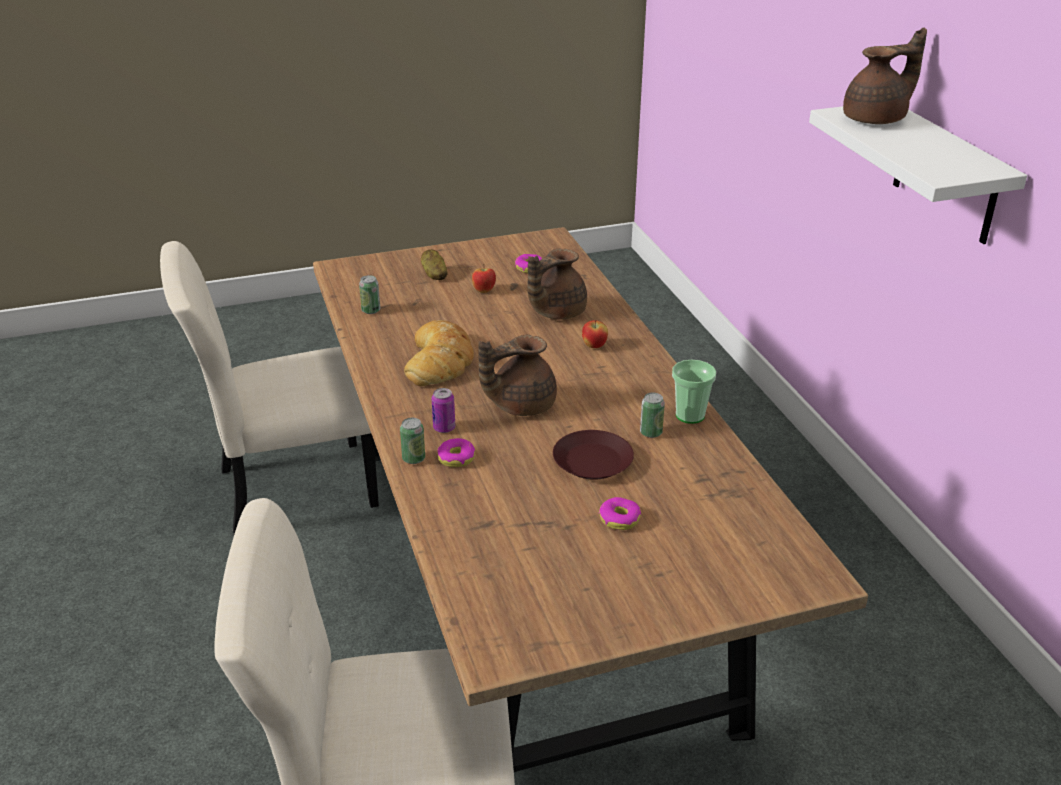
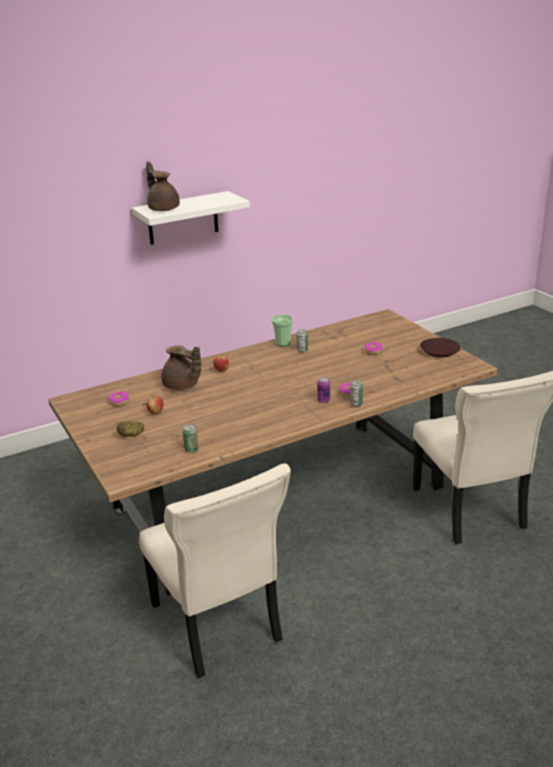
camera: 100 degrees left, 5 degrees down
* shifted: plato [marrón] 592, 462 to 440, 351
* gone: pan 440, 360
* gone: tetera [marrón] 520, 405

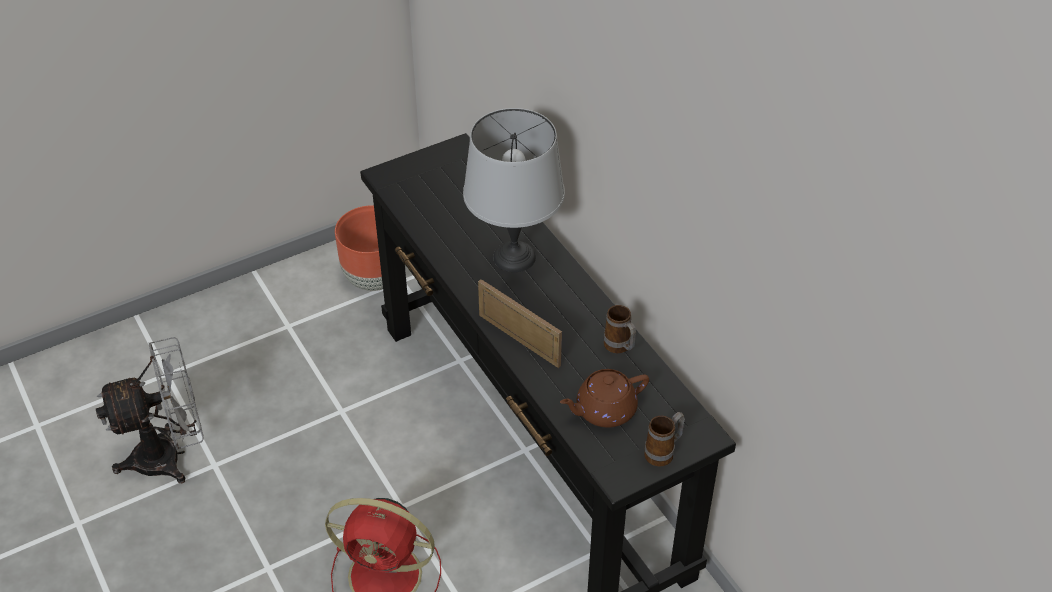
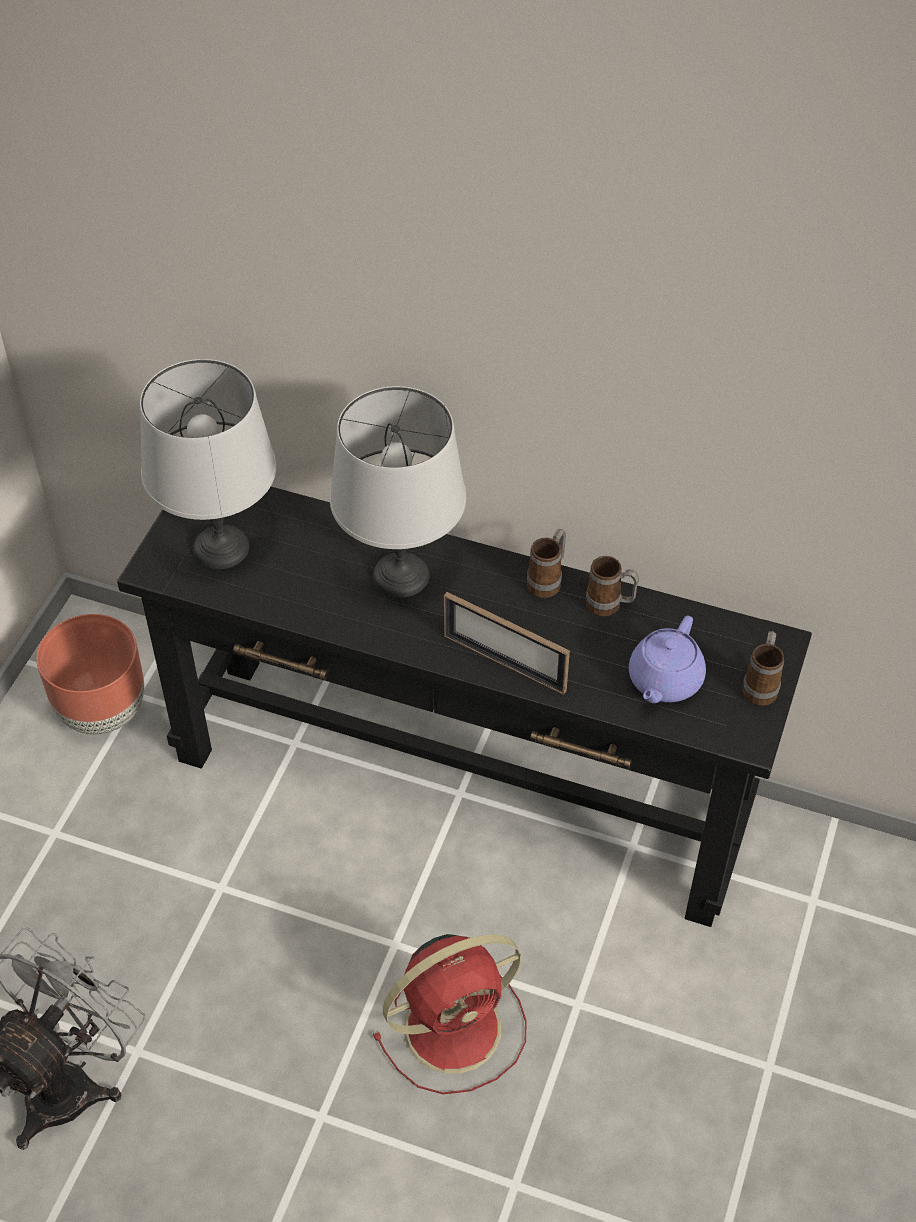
camera: 40 degrees left, 5 degrees up
* new: lámpara de mesa [gris] 220, 549
* rotated: portarretratos 519, 340 = 504, 663 150 degrees counterclockwise
* new: taza grande 548, 581
* repainted: tetera [marrón] 604, 410 to tetera [morado] 664, 681

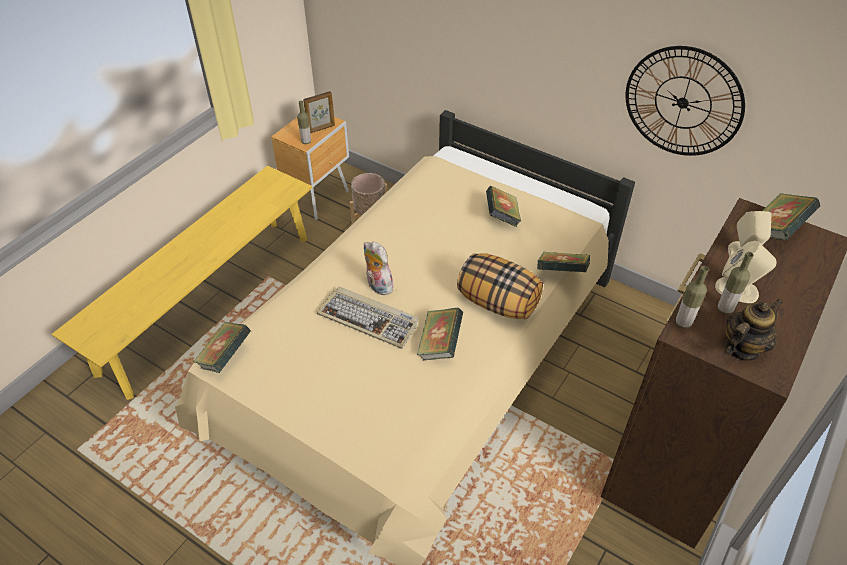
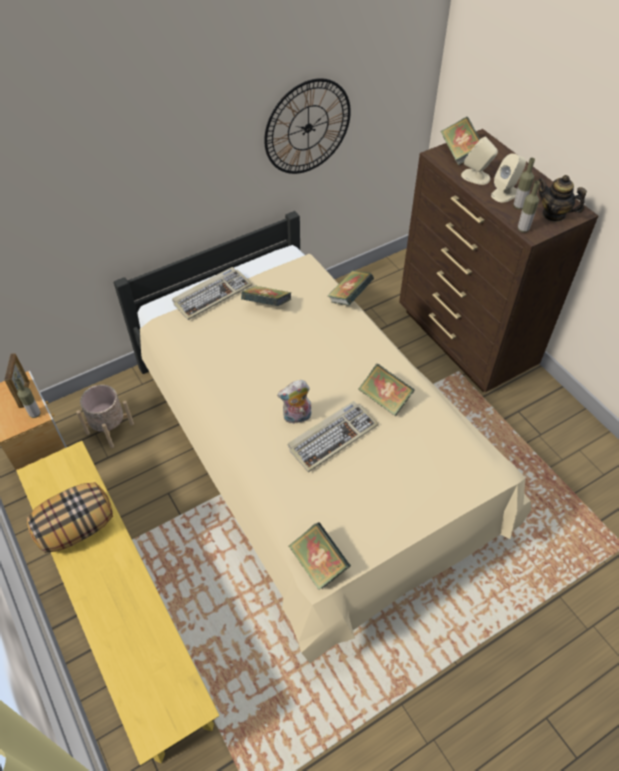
camera: 65 degrees left, 5 degrees up
* shifted: cojín 498, 302 to 77, 527
* new: teclado 212, 294
* rotated: tetera 741, 348 = 554, 214 45 degrees counterclockwise

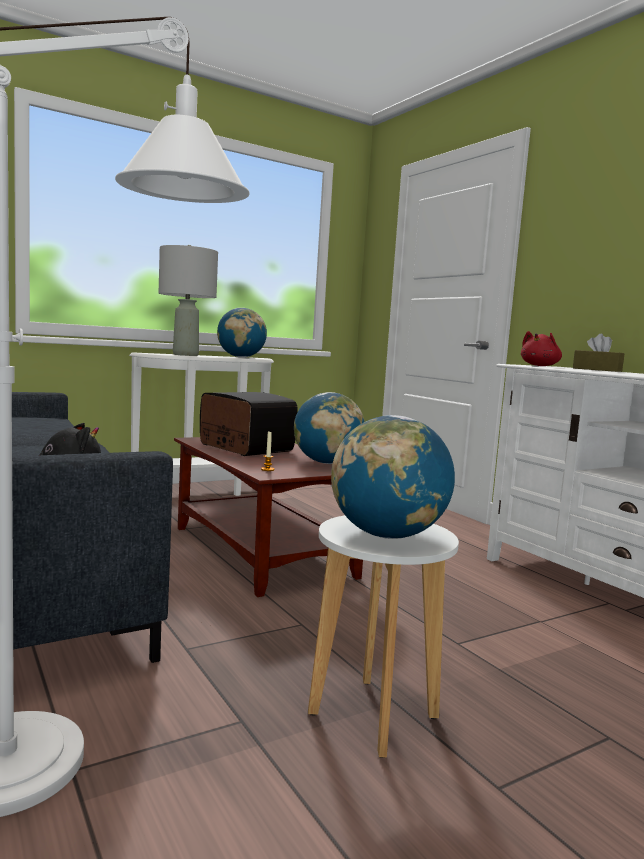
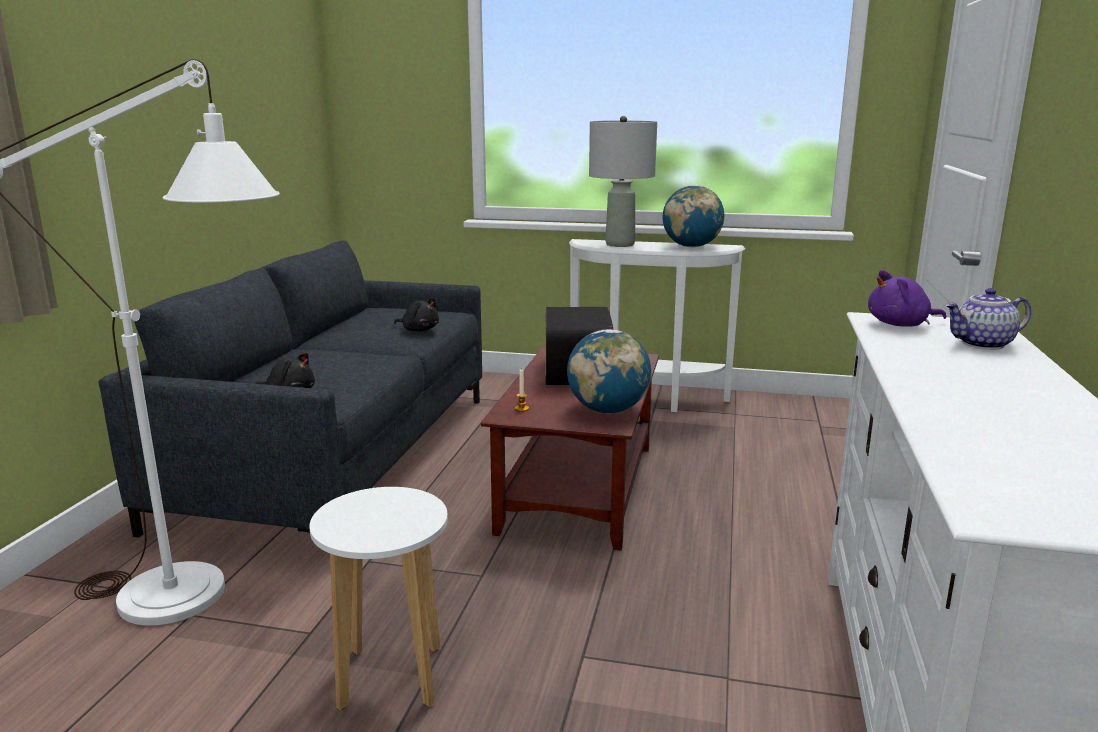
camera: 45 degrees right, 10 degrees up
* new: peluche [negro] 419, 330
* repainted: peluche [rojo] 540, 366 to peluche [morado] 901, 325
* swapped: caja de pañuelos [marrón] 597, 370 to tetera 983, 344
* gone: globo terráqueo 387, 535

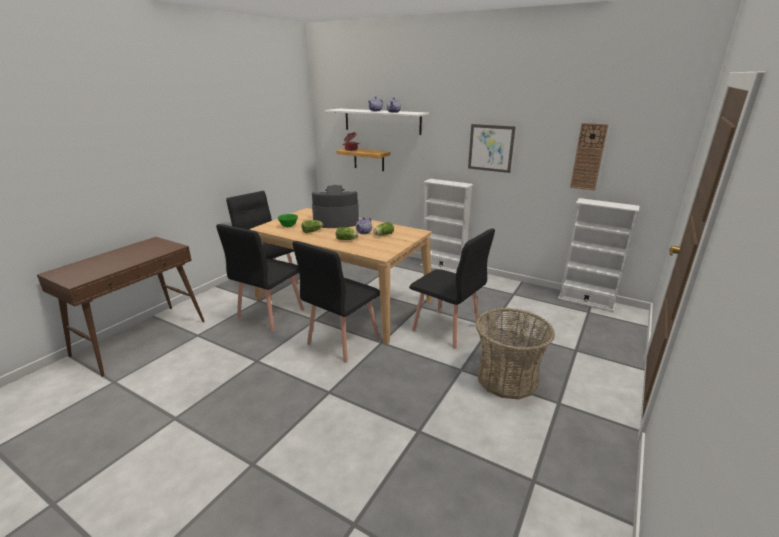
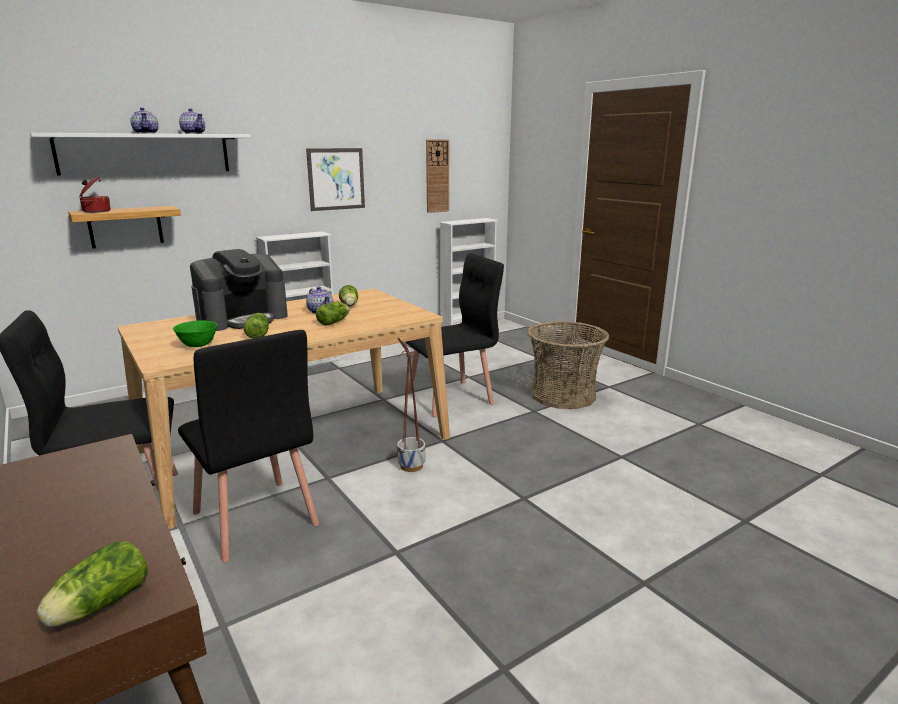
camera: 65 degrees left, 5 degrees down
* new: lechuga 97, 606
* rotated: cafetera 336, 222 = 243, 318 150 degrees counterclockwise
* swapped: silla [negro] 342, 340 to maceta 411, 466

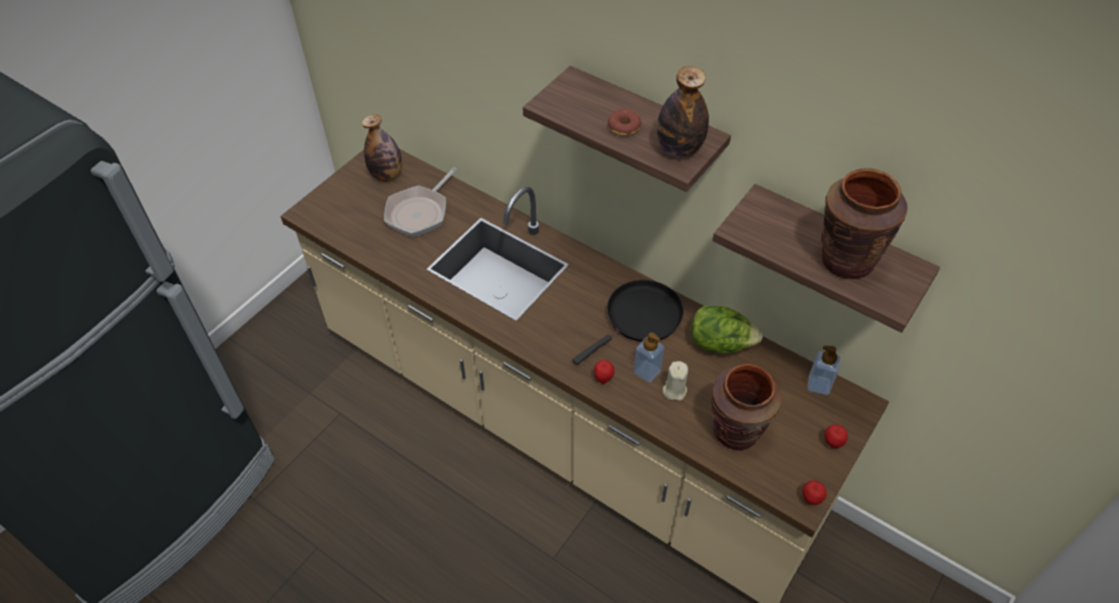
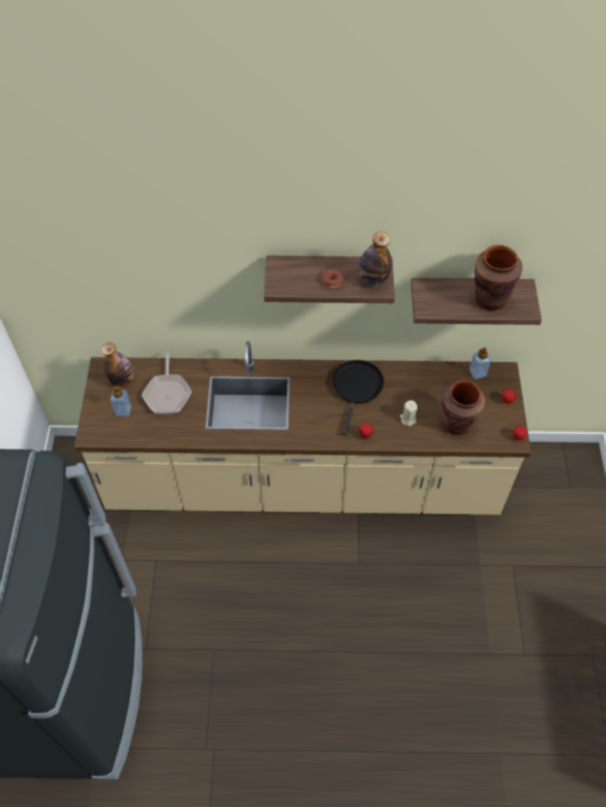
camera: 35 degrees left, 5 degrees up
* shifted: dispensador de jabón 647, 371 to 123, 410
* gone: lechuga 720, 344

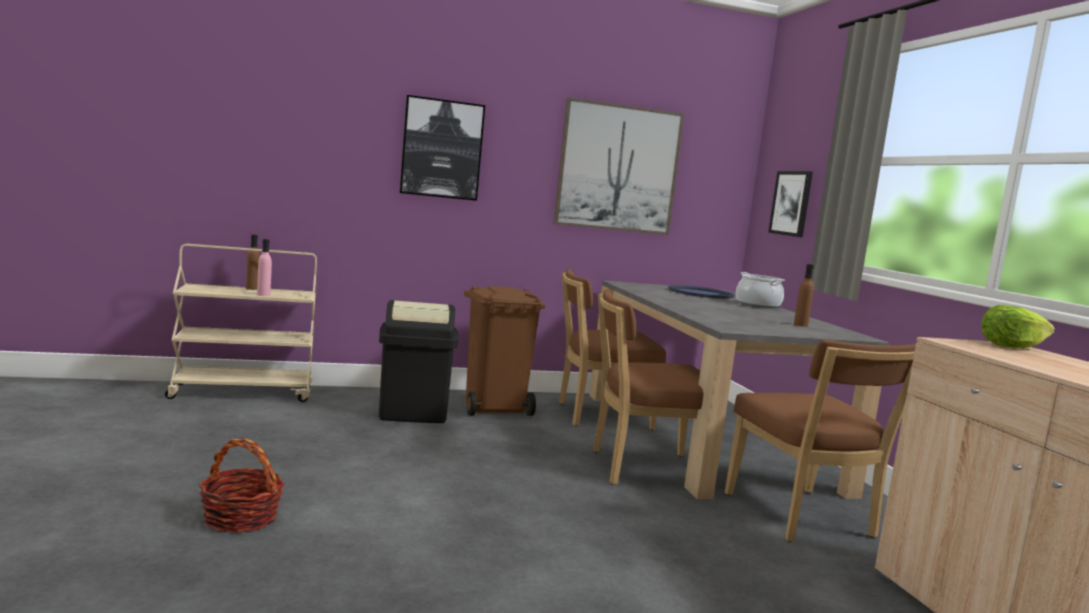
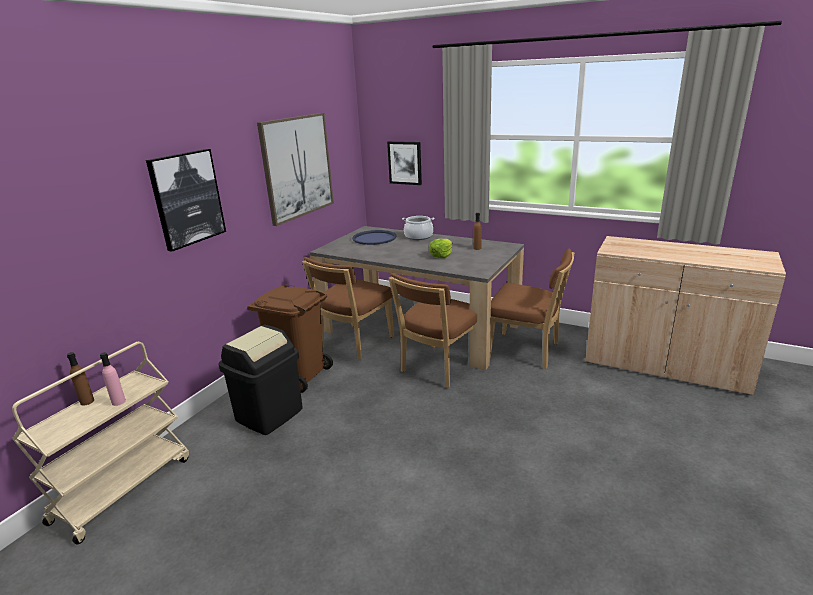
camera: 45 degrees left, 15 degrees up
* shifted: lechuga 1011, 346 to 441, 255
* gone: cesta 241, 518

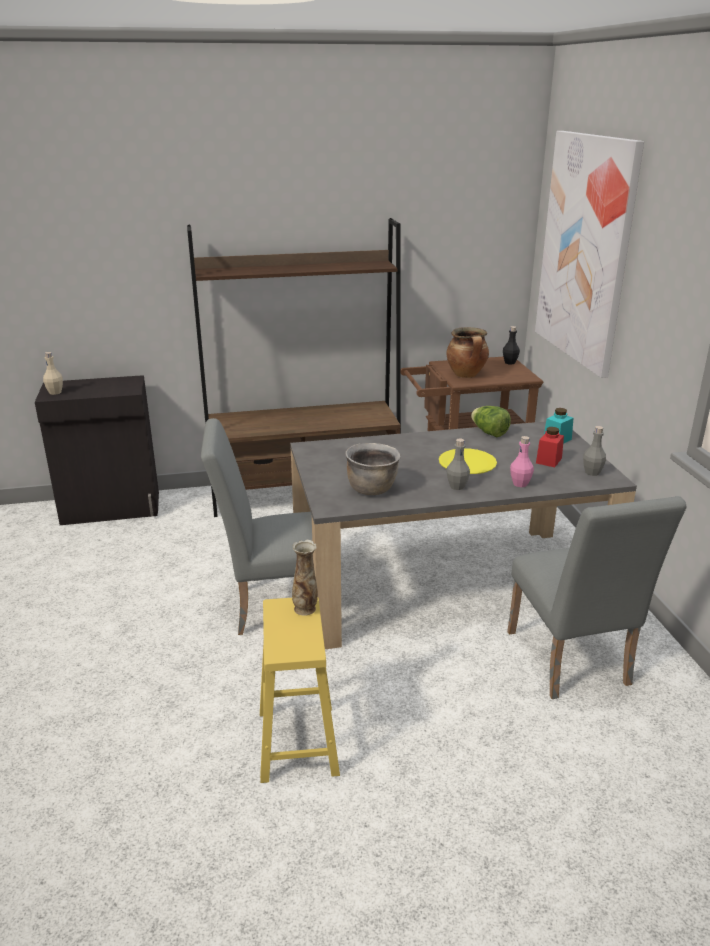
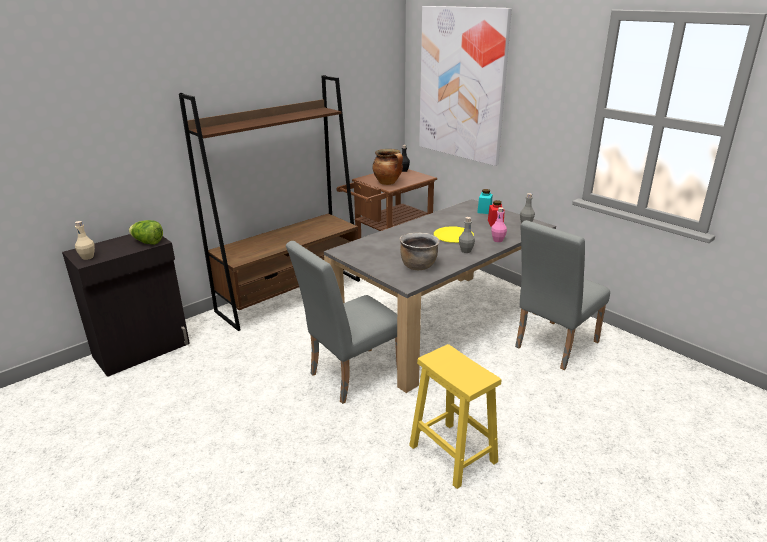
camera: 30 degrees left, 0 degrees up
* shifted: lechuga 489, 433 to 147, 242
* rotated: silla [gris] 570, 664 = 552, 346 90 degrees clockwise
* gone: florero 305, 608

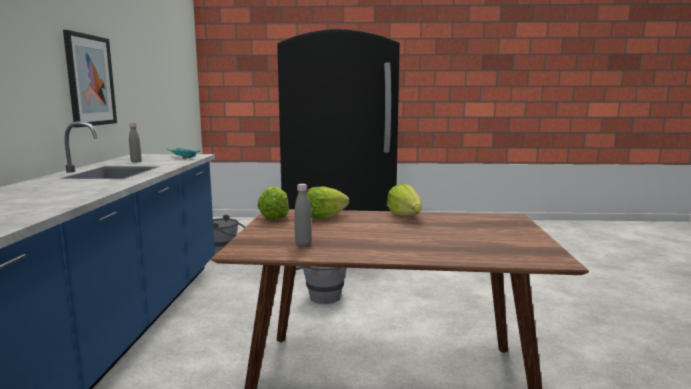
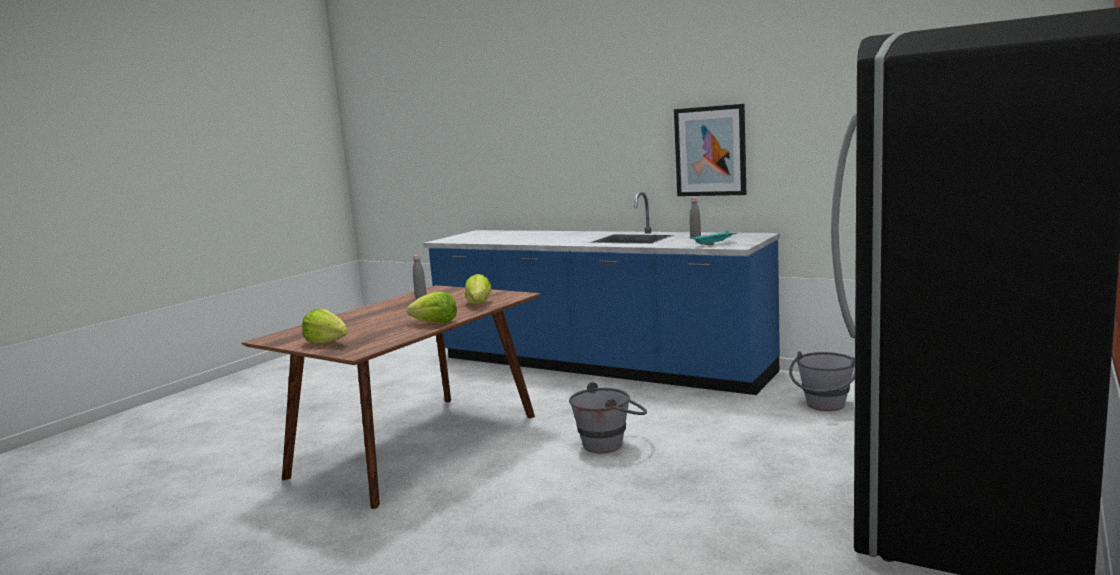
camera: 120 degrees right, 0 degrees up
* shifted: lechuga 275, 217 to 327, 342

